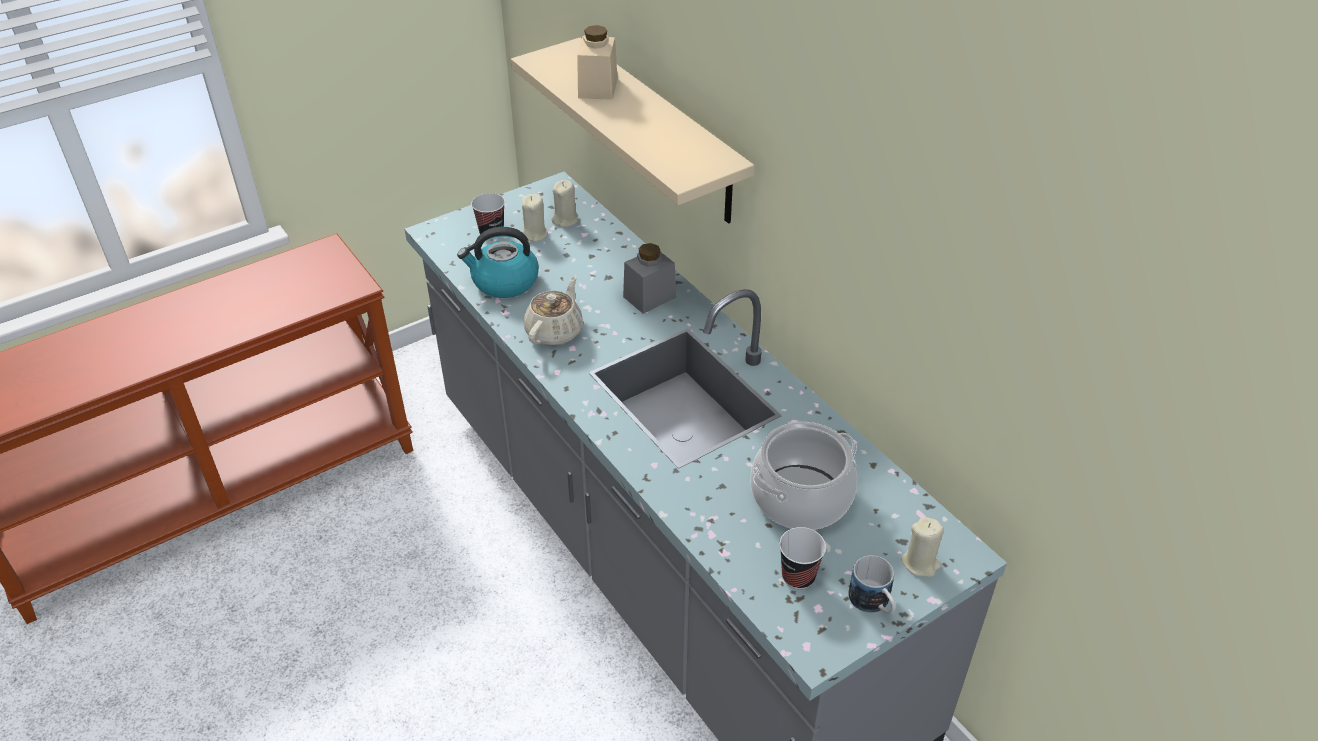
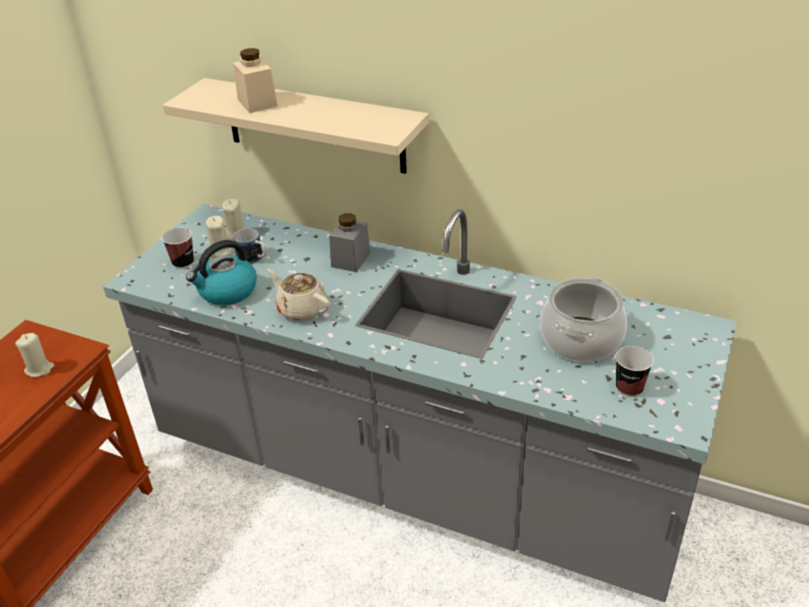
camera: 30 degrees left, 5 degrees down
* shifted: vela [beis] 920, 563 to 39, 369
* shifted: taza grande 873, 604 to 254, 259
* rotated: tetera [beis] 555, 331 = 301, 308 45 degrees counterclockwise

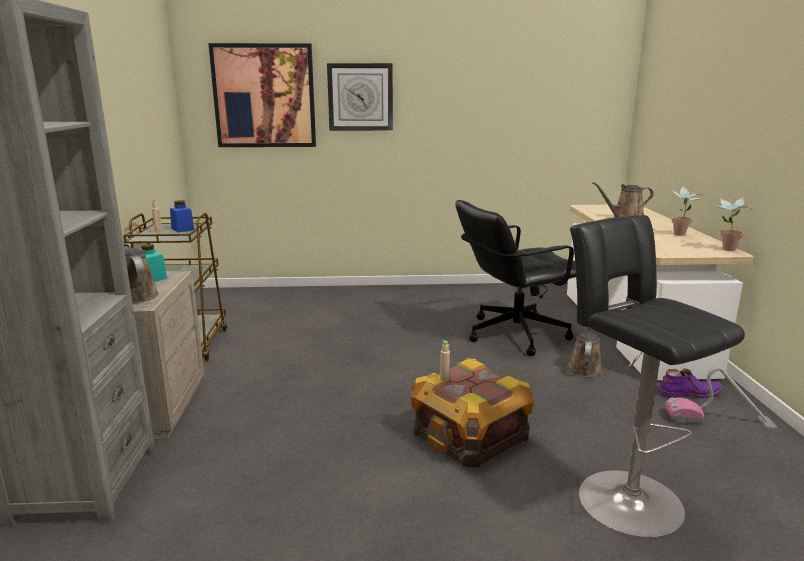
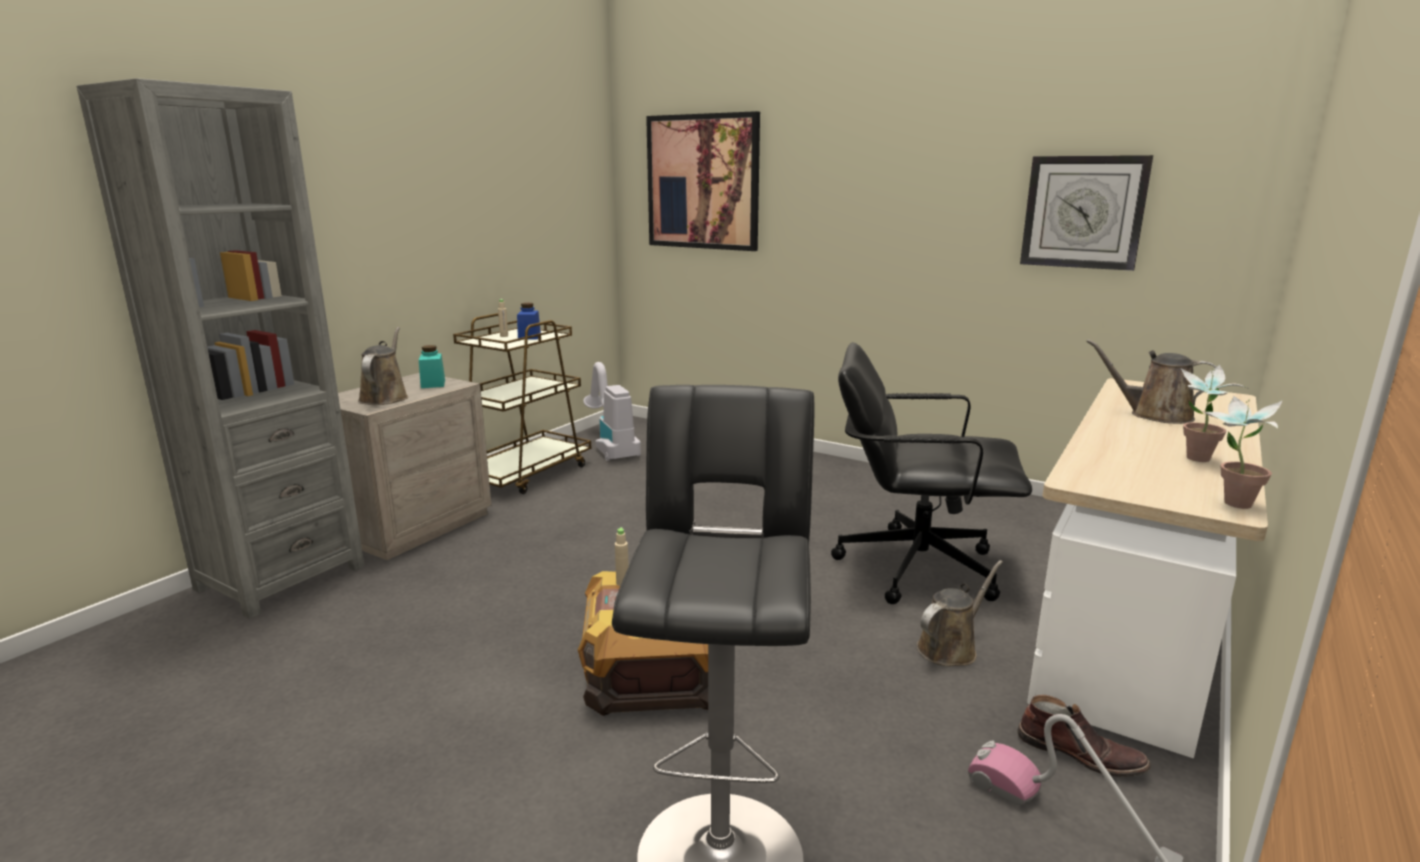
camera: 35 degrees right, 0 degrees up
* new: aspiradora 611, 447
* repainted: bota [morado] 689, 393 to bota [marrón] 1080, 754
* shifted: reloj de pared 360, 97 to 1083, 212

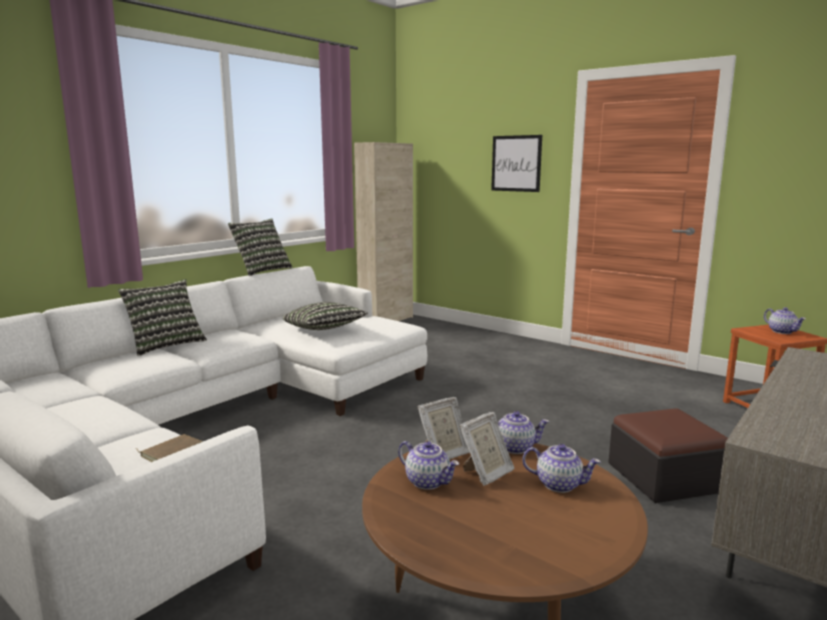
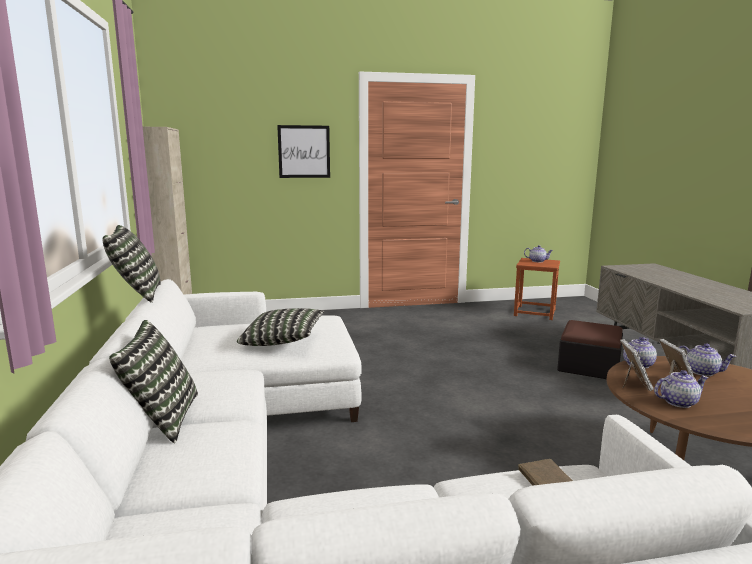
camera: 50 degrees left, 0 degrees up
* rotated: tetera 559, 484 = 702, 372 60 degrees clockwise

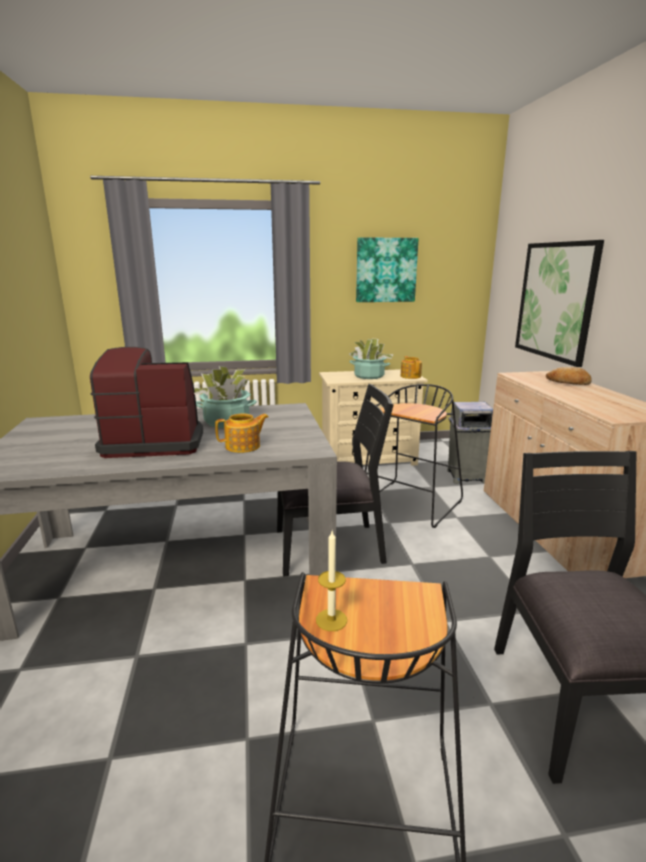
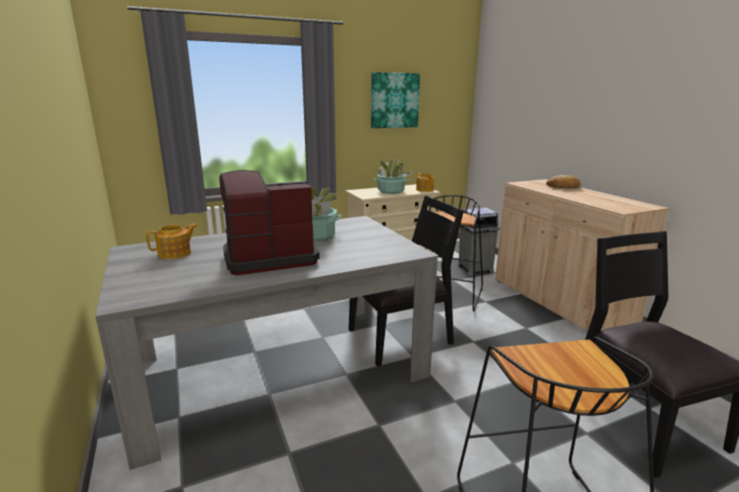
camera: 15 degrees left, 0 degrees up
* shifted: tetera 244, 446 to 175, 254
* gone: vela 331, 620
* gone: cuadro 555, 301

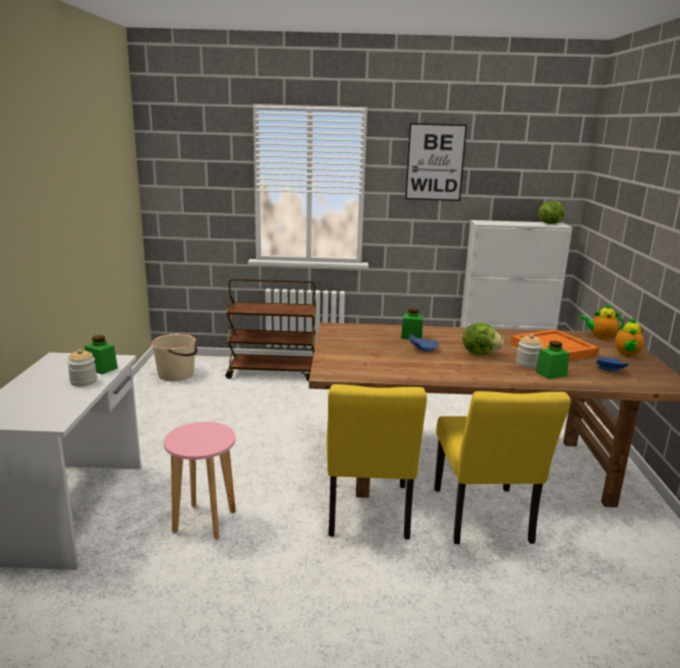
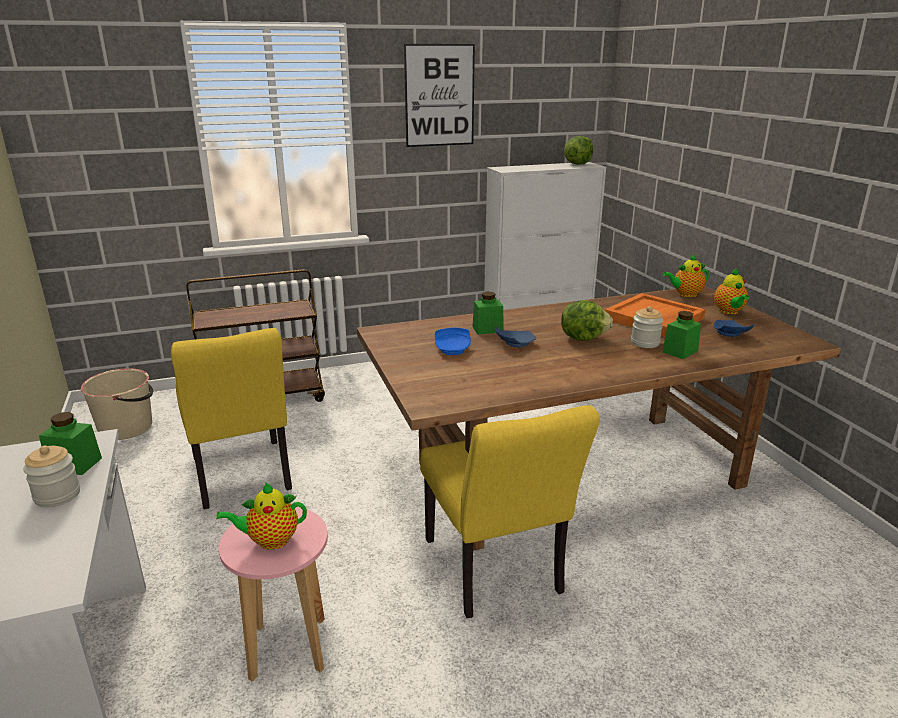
camera: 20 degrees left, 5 degrees up
* shifted: silla [amarillo] 484, 520 to 243, 478
* new: tetera 270, 540
* new: plato [azul] 453, 349

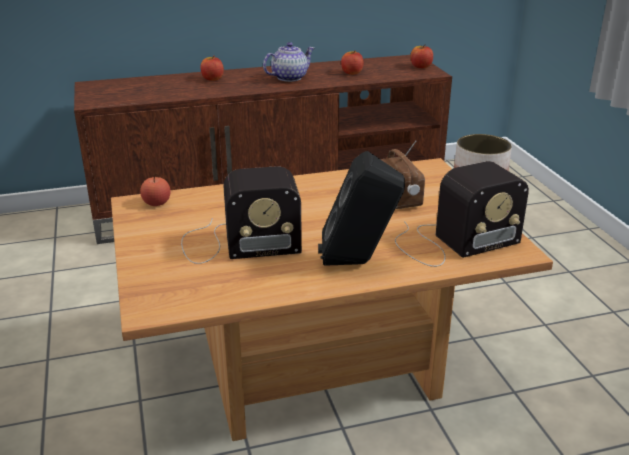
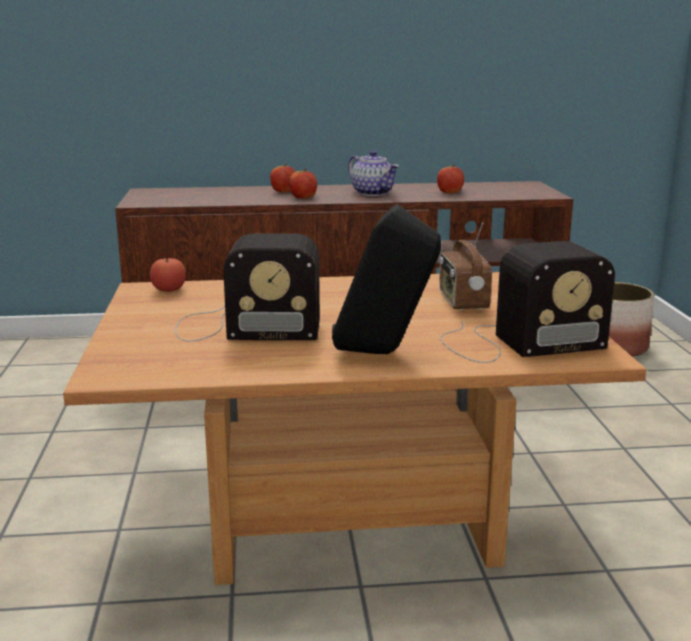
camera: 10 degrees right, 10 degrees down
* shifted: manzana 420, 67 to 303, 197
* rotated: tetera 289, 77 = 373, 193 75 degrees clockwise

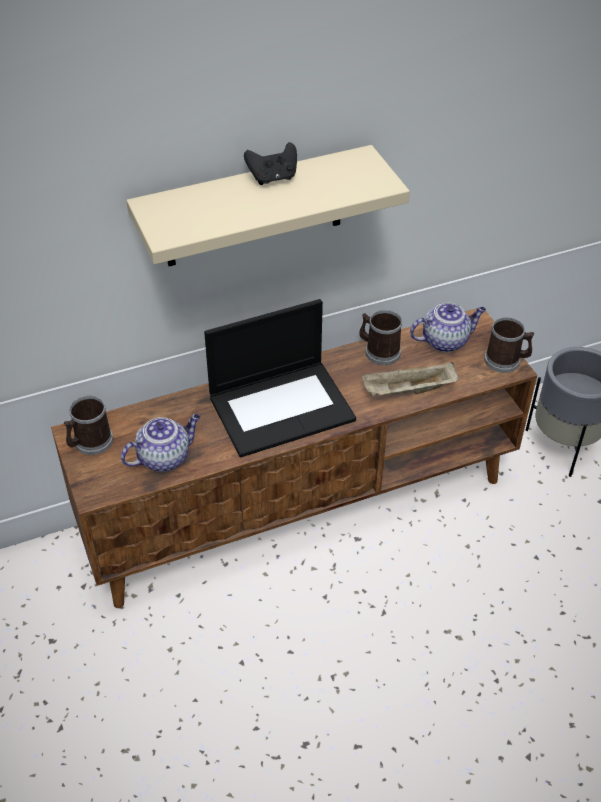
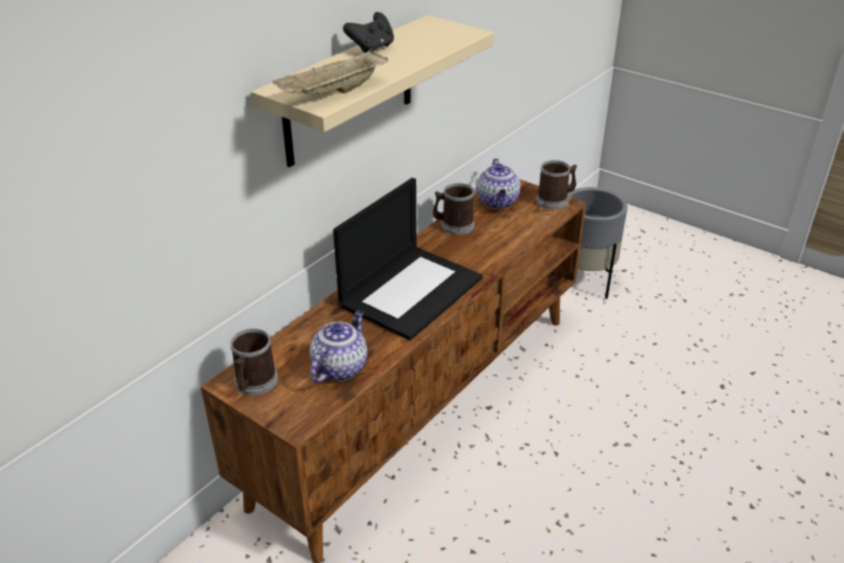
camera: 30 degrees left, 10 degrees down
* shifted: bandeja [beis] 408, 391 to 334, 93
* rotated: tetera 445, 340 = 498, 202 135 degrees clockwise

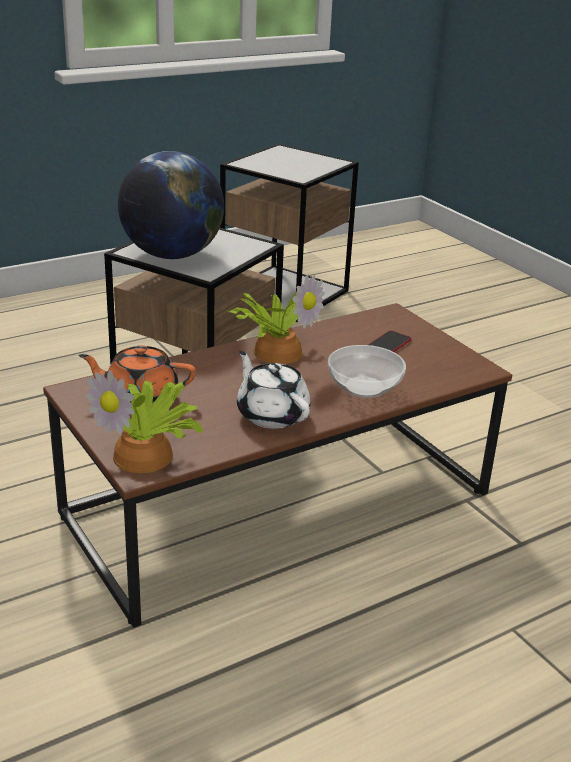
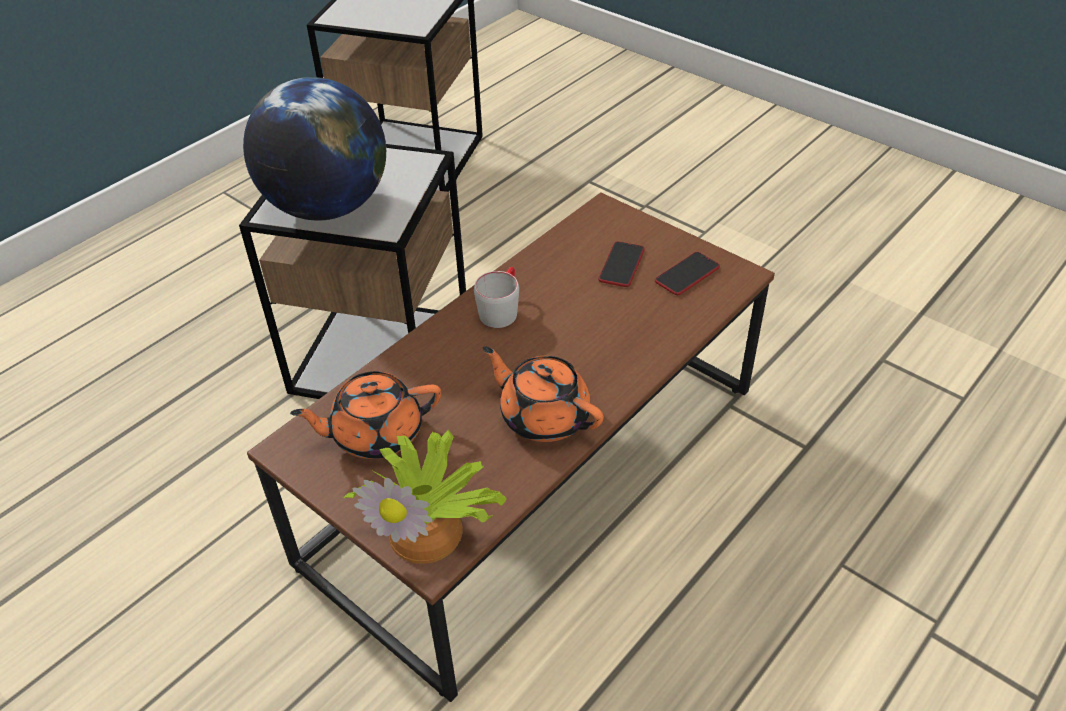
camera: 15 degrees left, 15 degrees up
* swapped: planta en maceta 277, 350 to taza grande [gris] 501, 309
* repainted: tetera [blanco] 272, 414 to tetera [naranja] 543, 416
* new: móvil 687, 274
* gone: cuenco 365, 387

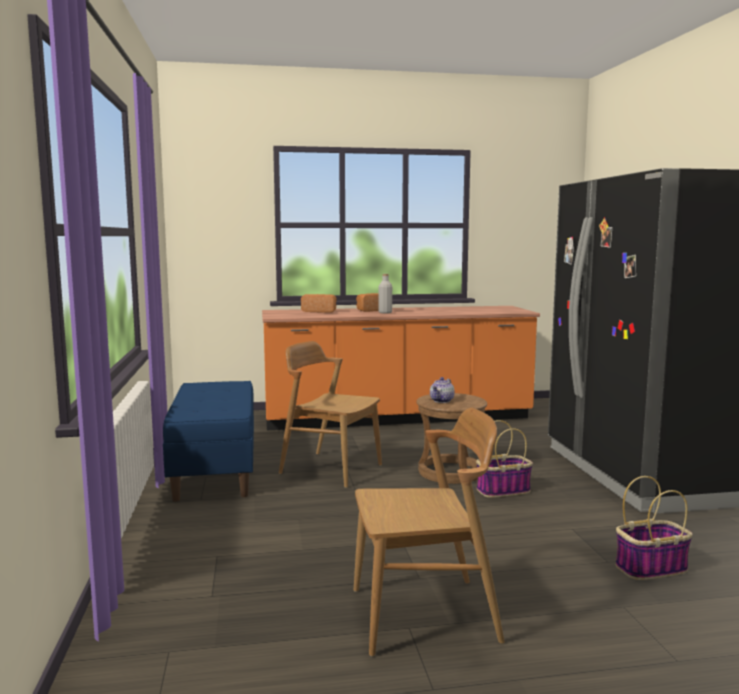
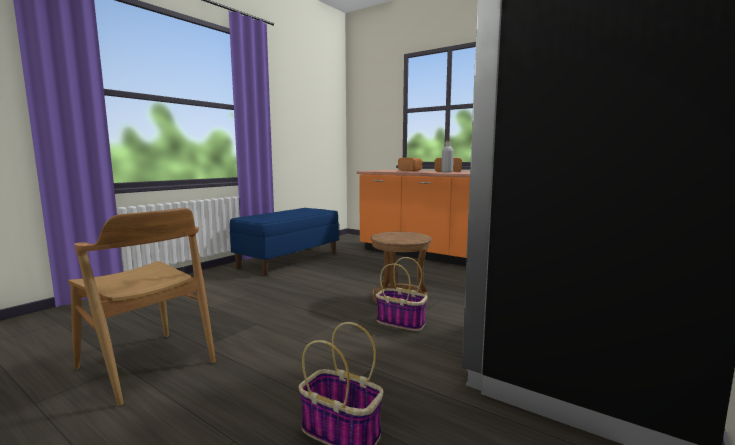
camera: 45 degrees right, 0 degrees up
* gone: silla [marrón] 330, 469
* gone: tetera 442, 401

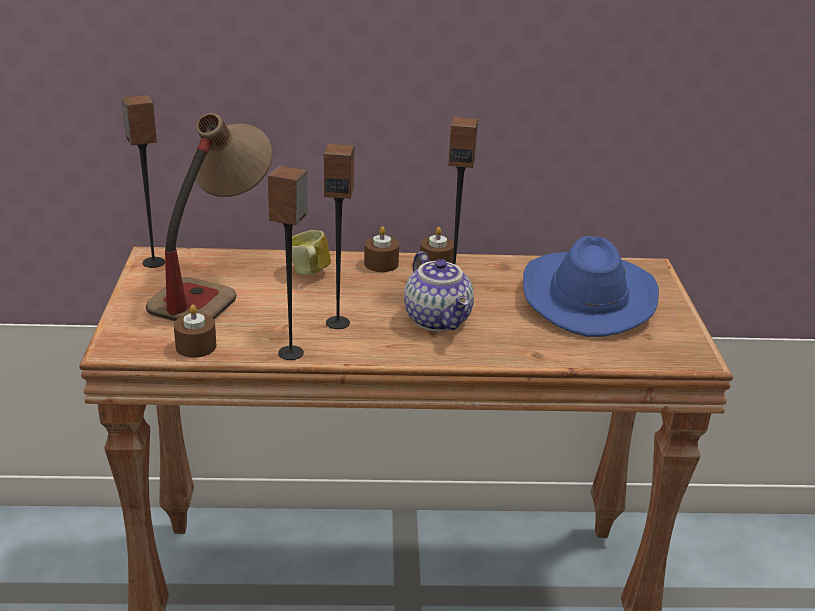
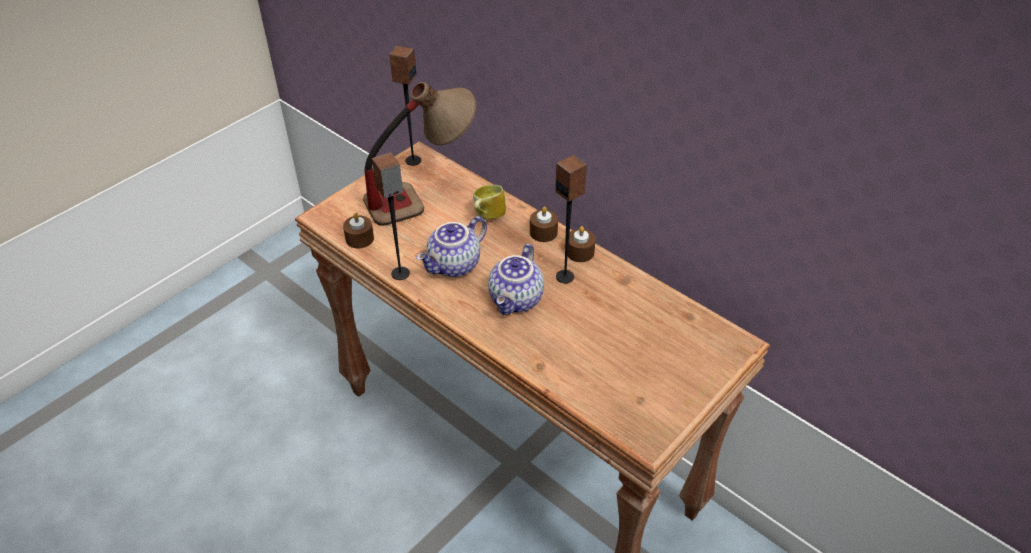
camera: 45 degrees right, 15 degrees up
* swapped: altavoz 338, 322 to tetera 454, 266
* gone: sombrero [azul] 586, 297

